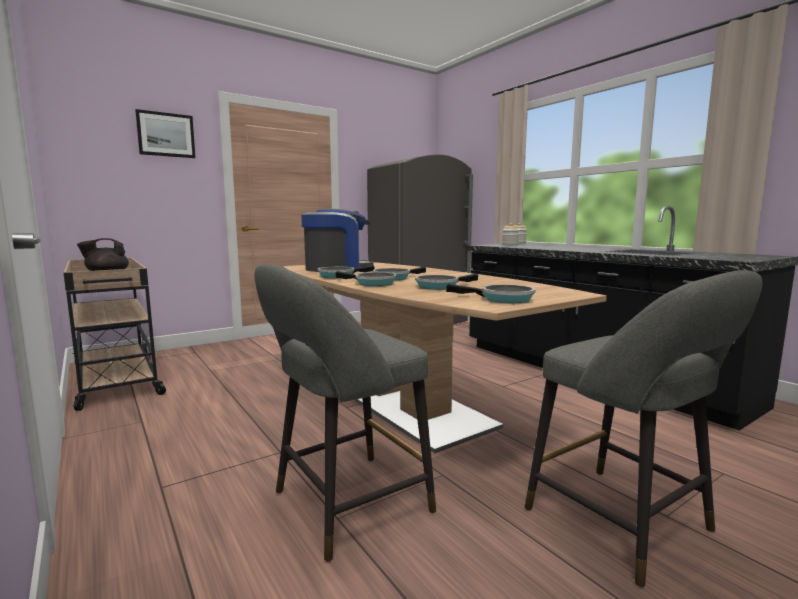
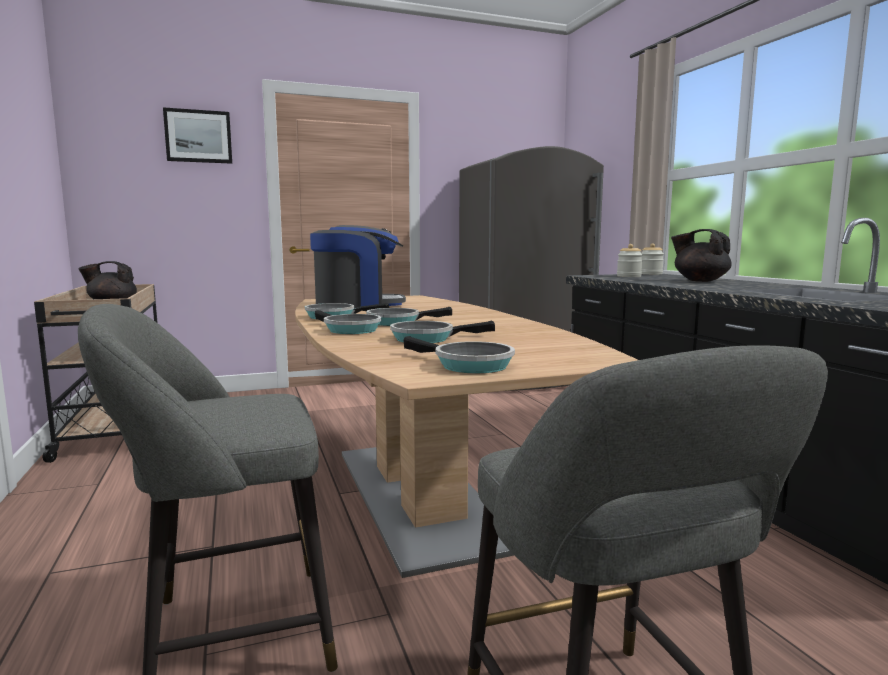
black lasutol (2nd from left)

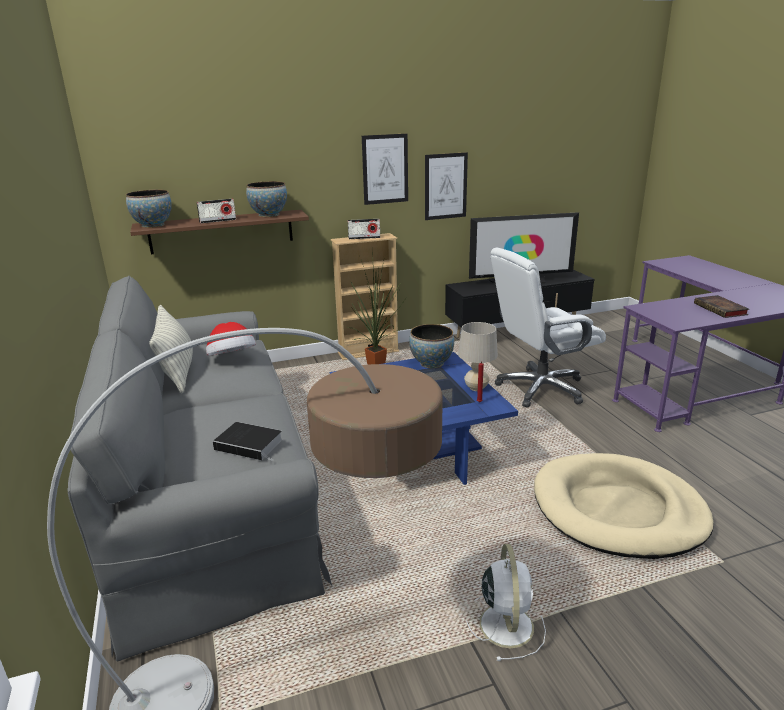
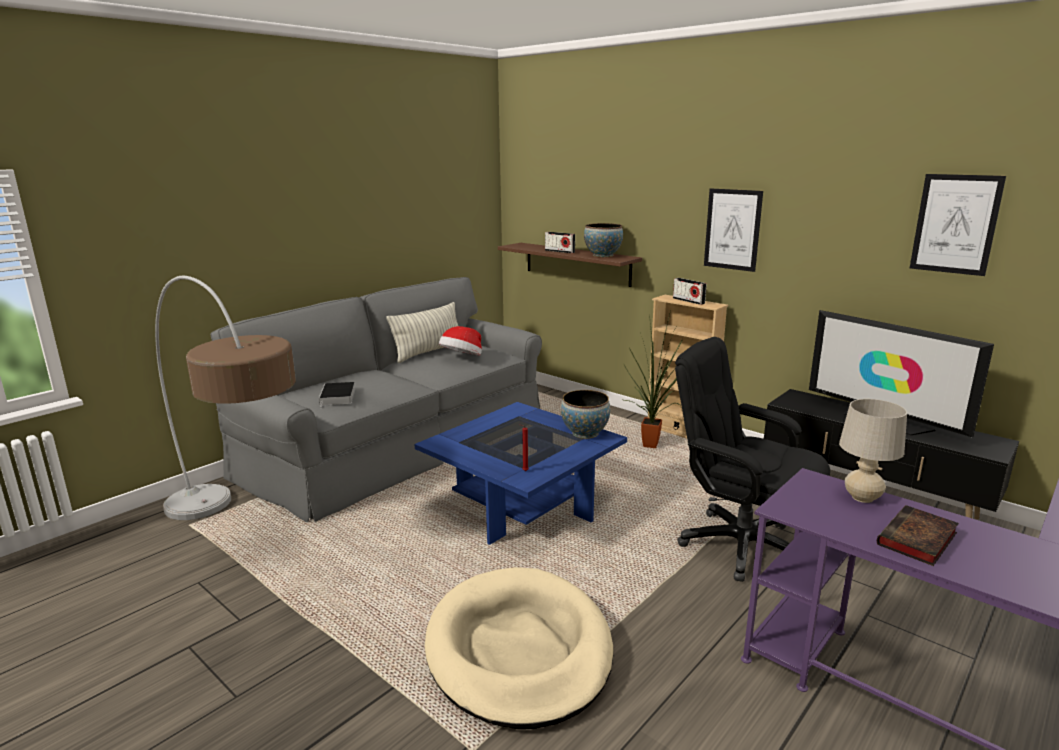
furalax (1st from left in the first image)
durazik (2nd from left)
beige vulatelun
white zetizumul
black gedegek

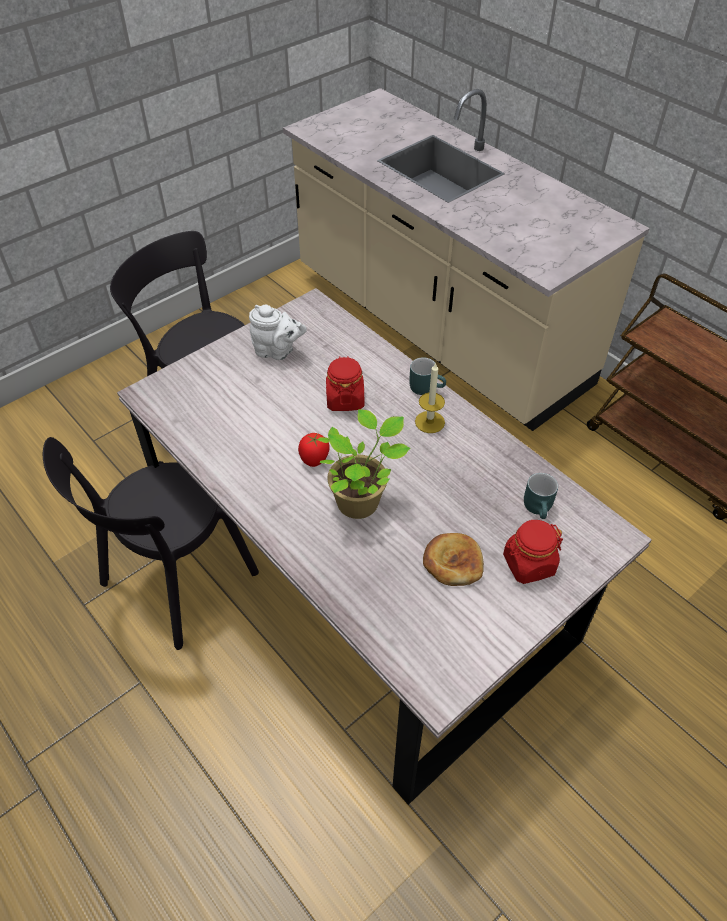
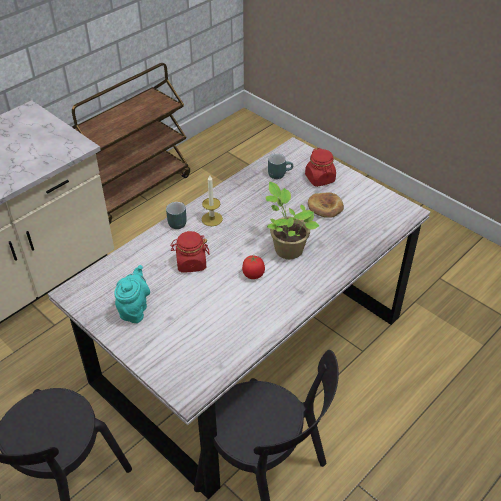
turquoise lasutol

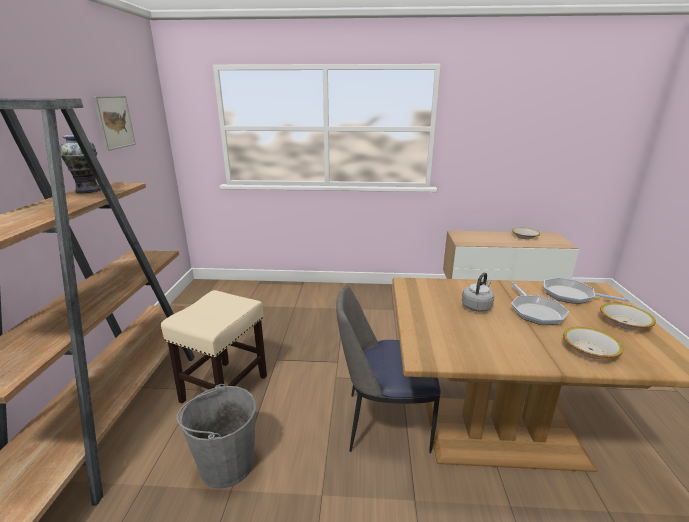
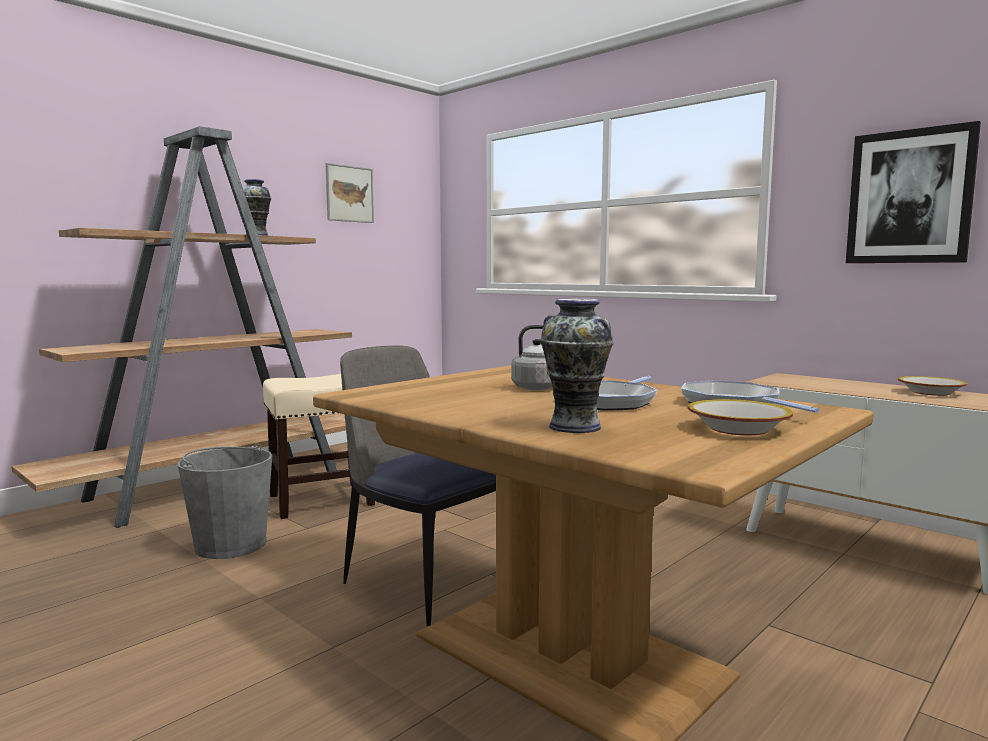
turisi (2nd from left)
durazik (2nd from left)

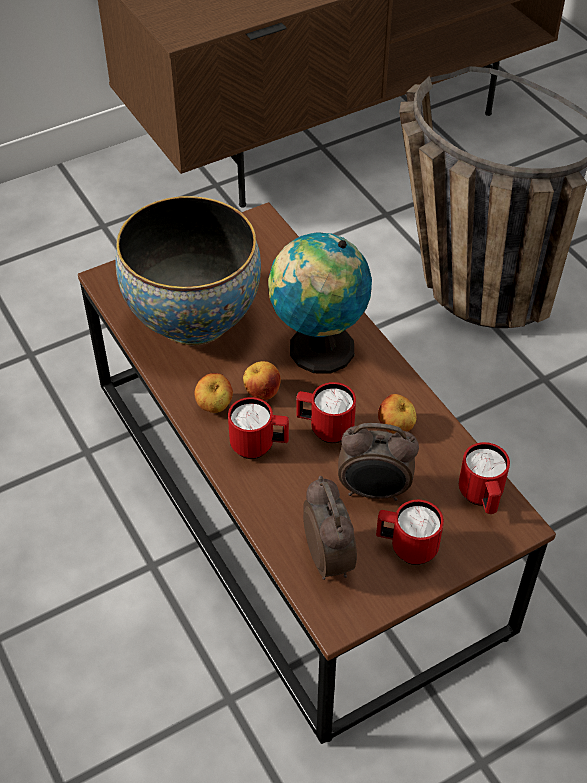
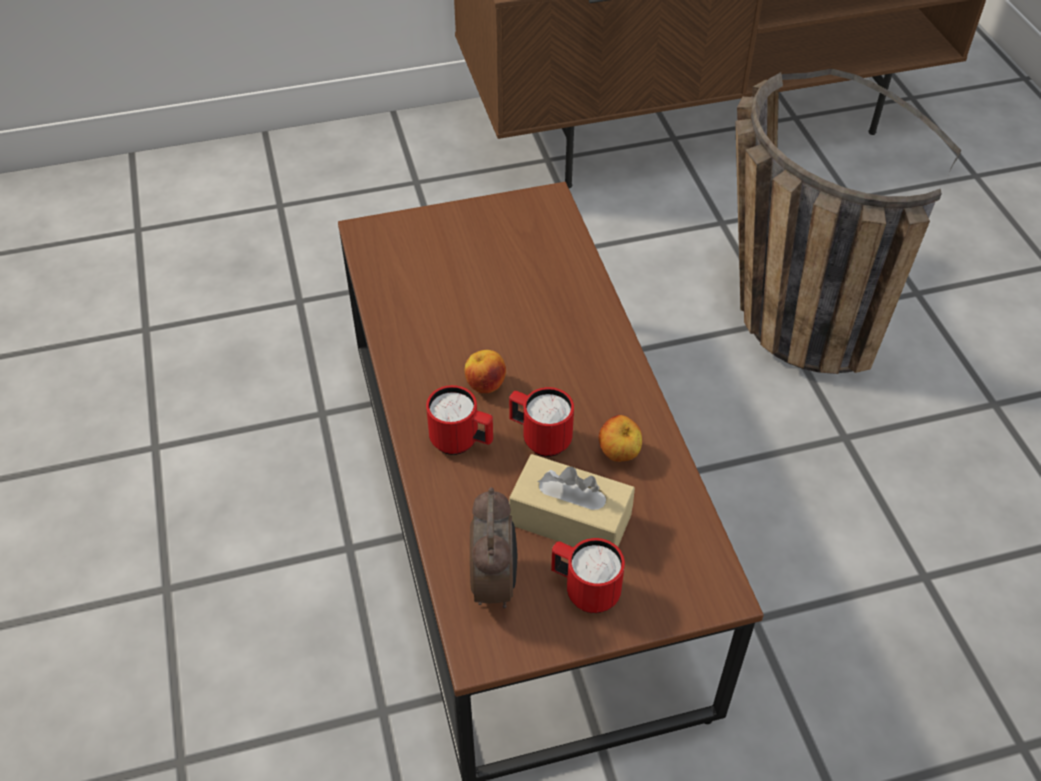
furalax
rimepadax (1st from left in the first image)
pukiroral
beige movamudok
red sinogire (4th from left in the first image)

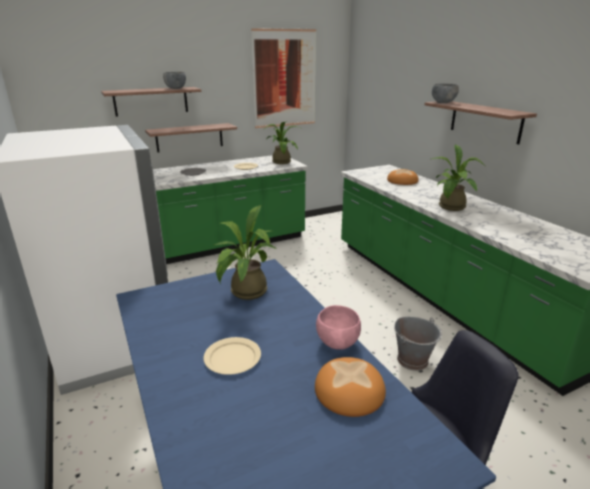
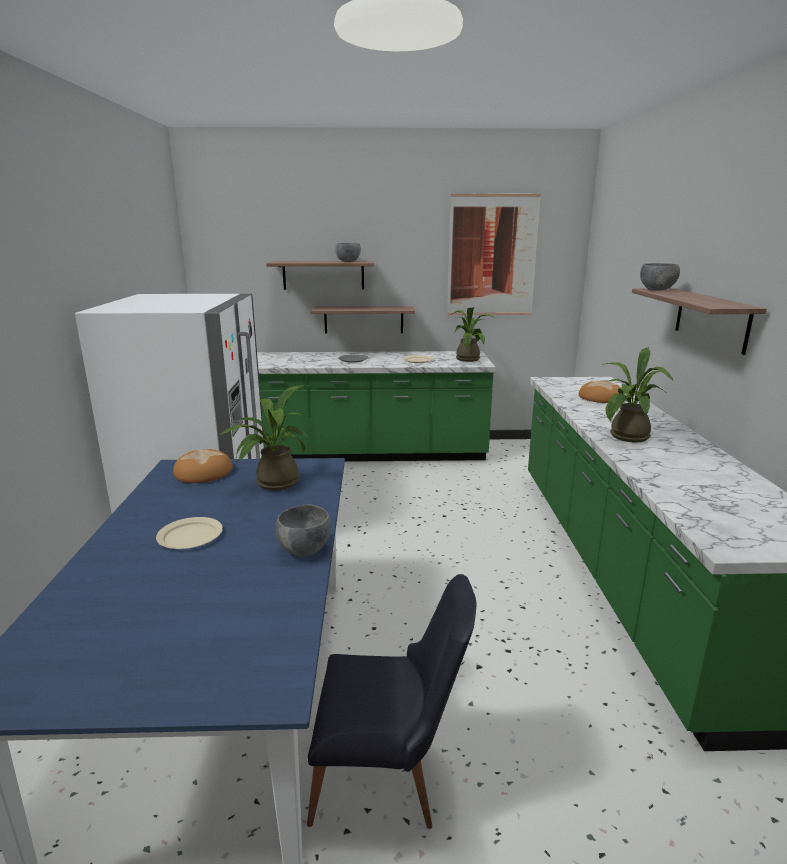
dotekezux (1st from left)
grey furalax (1st from left)
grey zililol

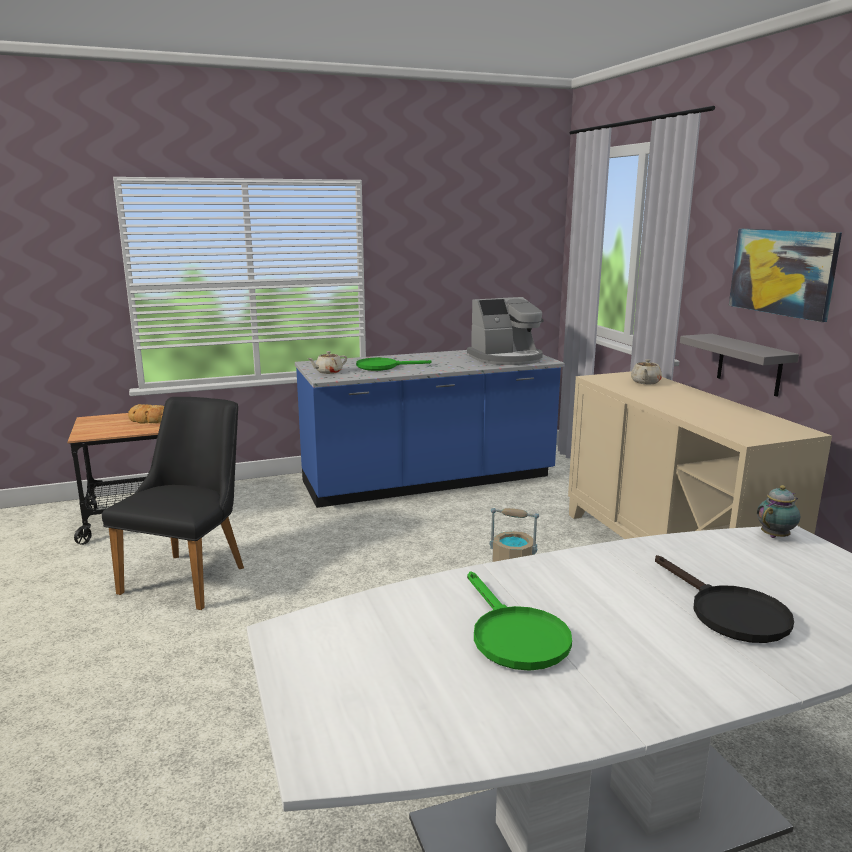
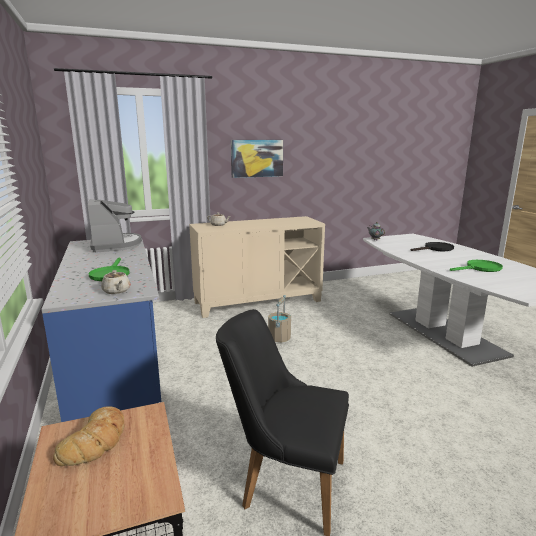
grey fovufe

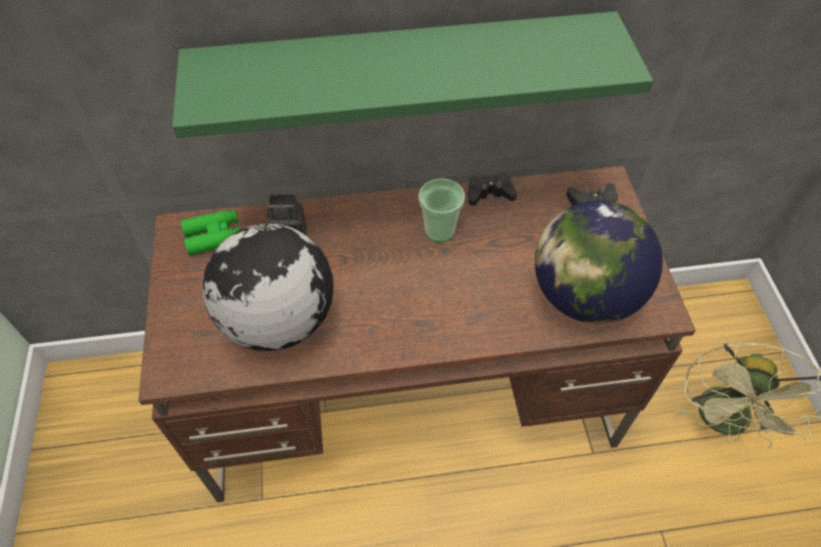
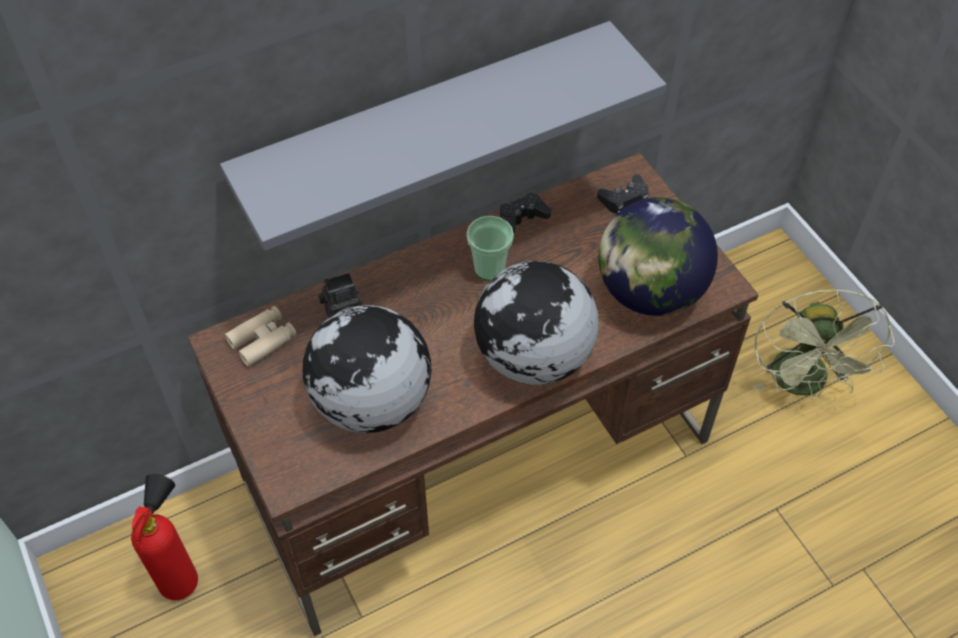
grey fovufe
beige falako
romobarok
pukiroral (2nd from left)

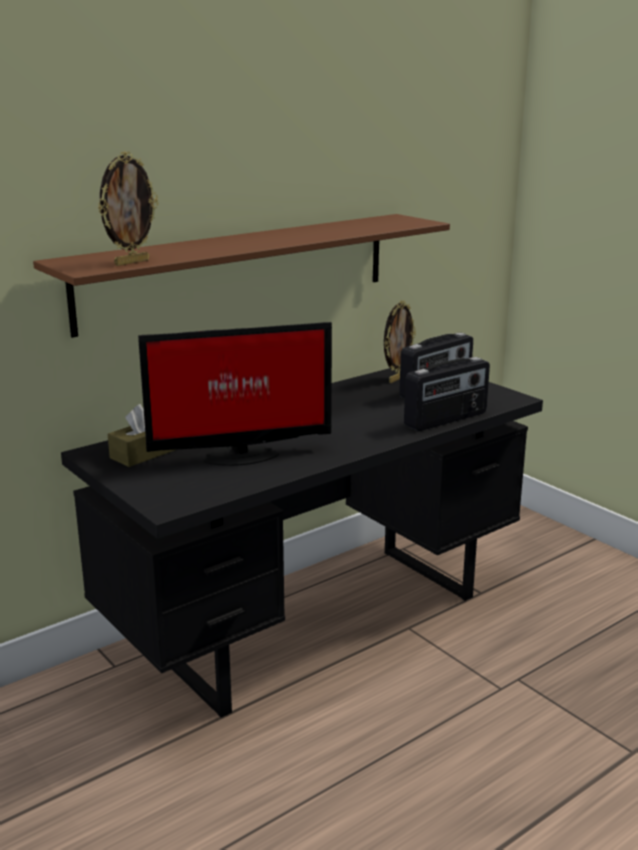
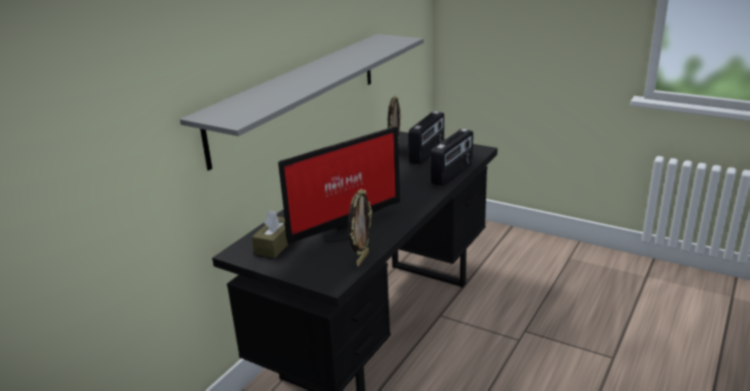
grey fovufe
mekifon (1st from left)

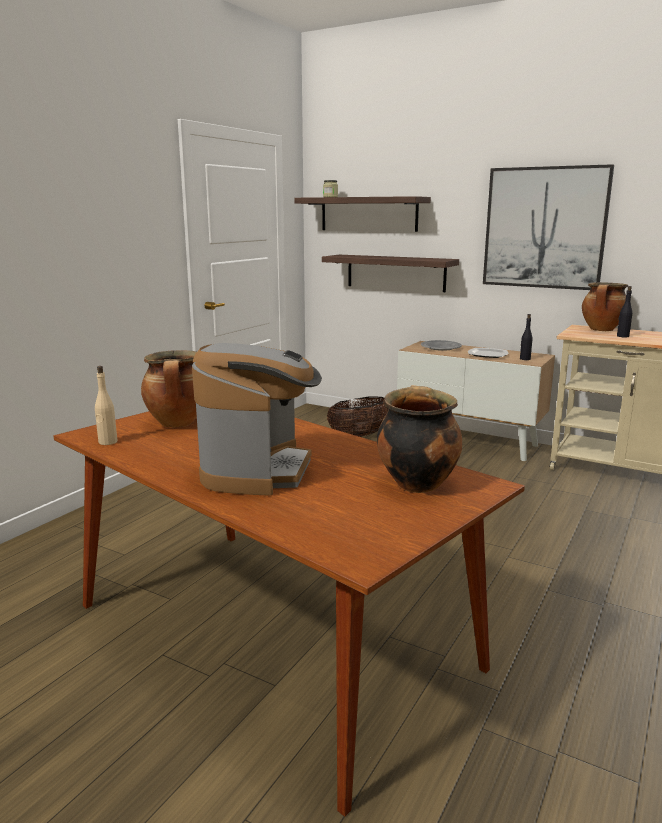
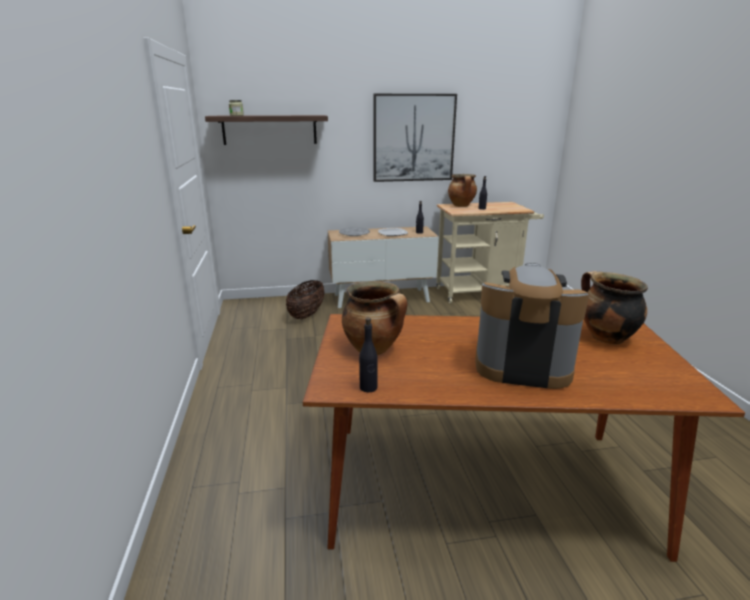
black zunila (1st from left)
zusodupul
fovufe (2nd from left in the first image)

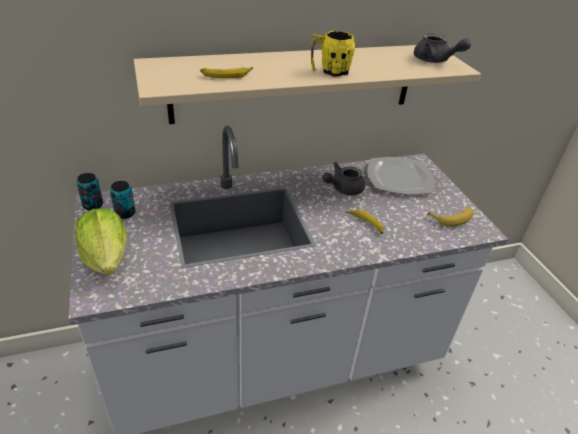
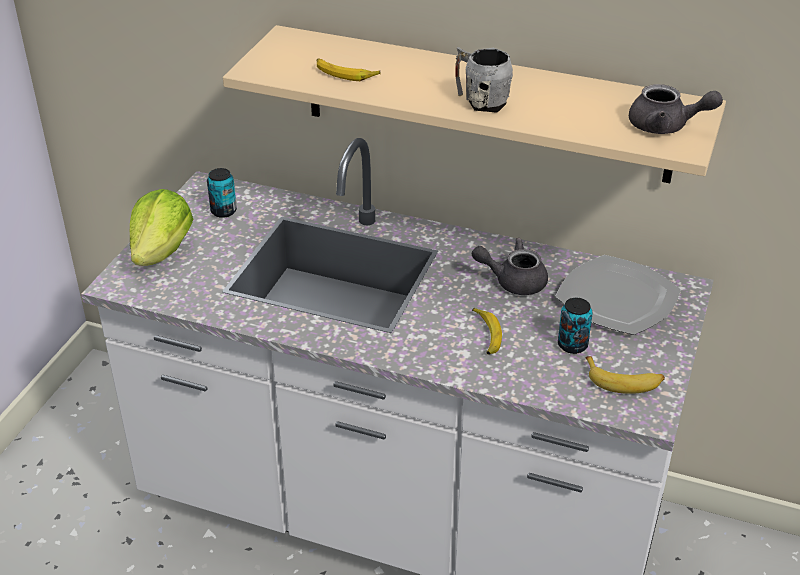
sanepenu (2nd from left)
grey sinogire
grey lasutol (2nd from left)

